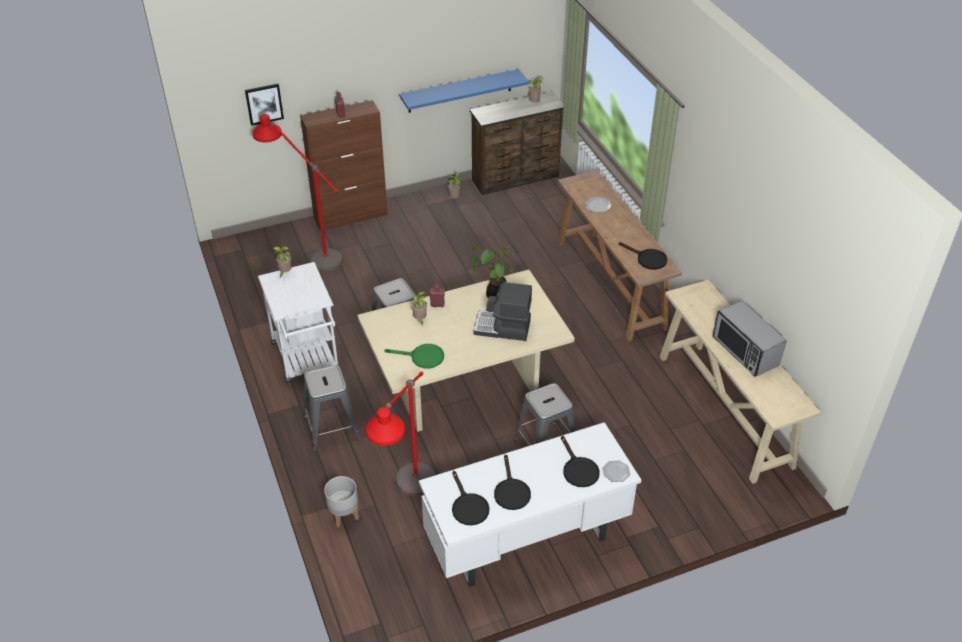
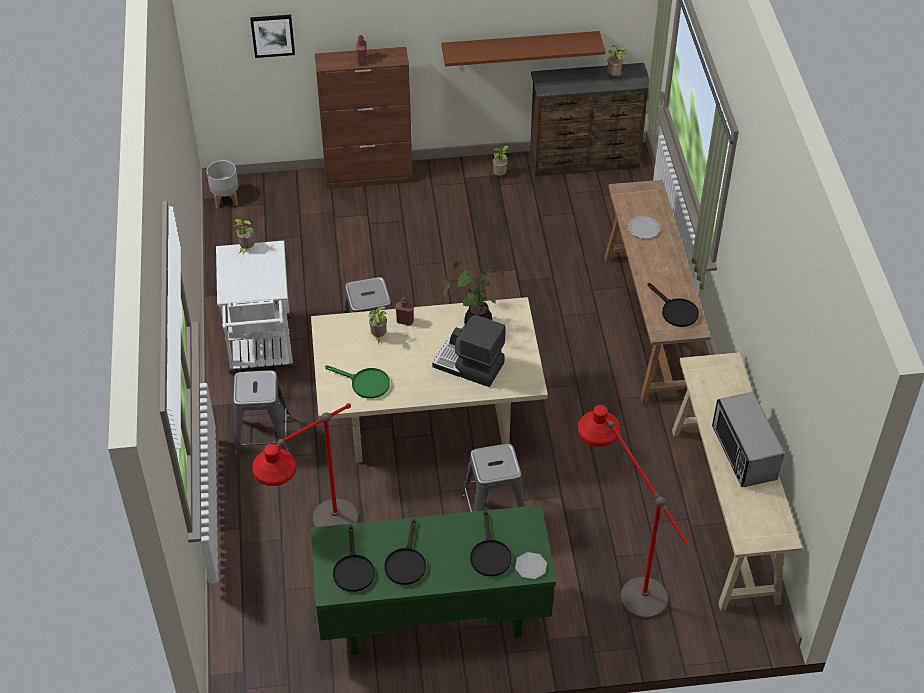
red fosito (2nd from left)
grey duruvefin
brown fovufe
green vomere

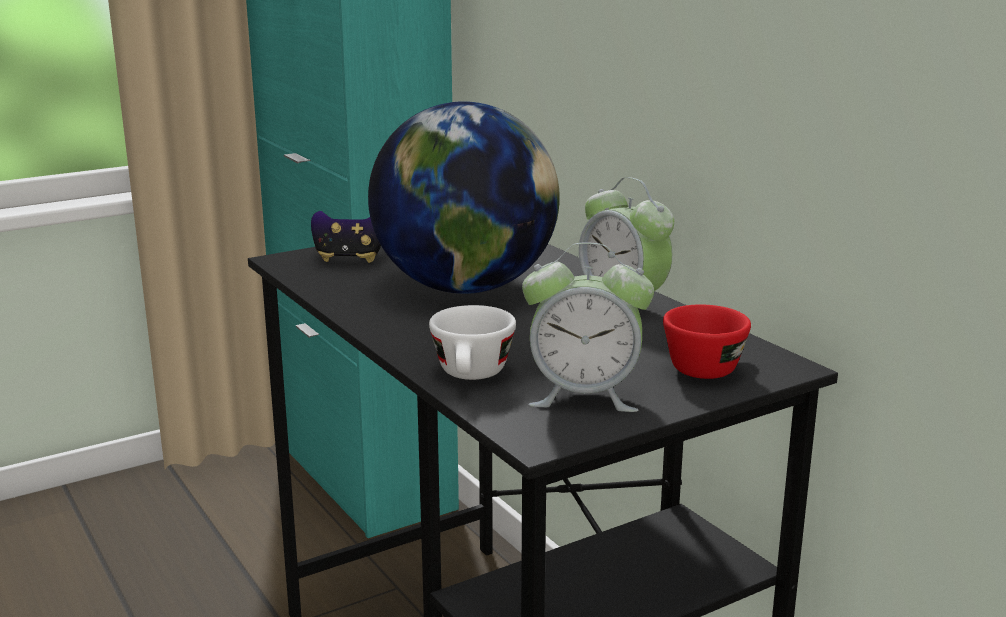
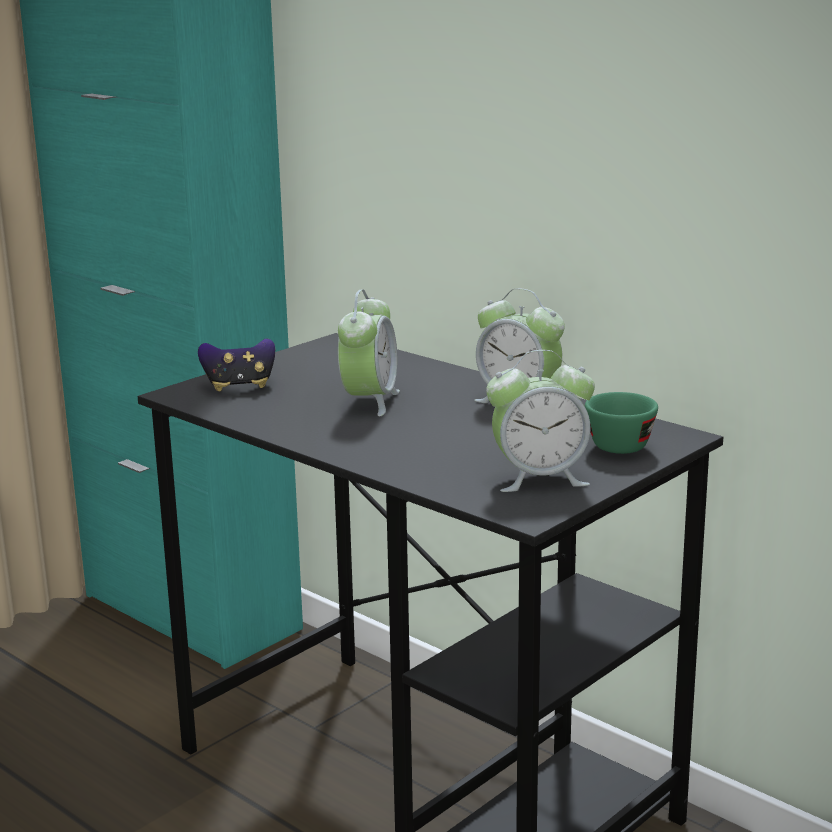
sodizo (1st from left)
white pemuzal
green pemuzal

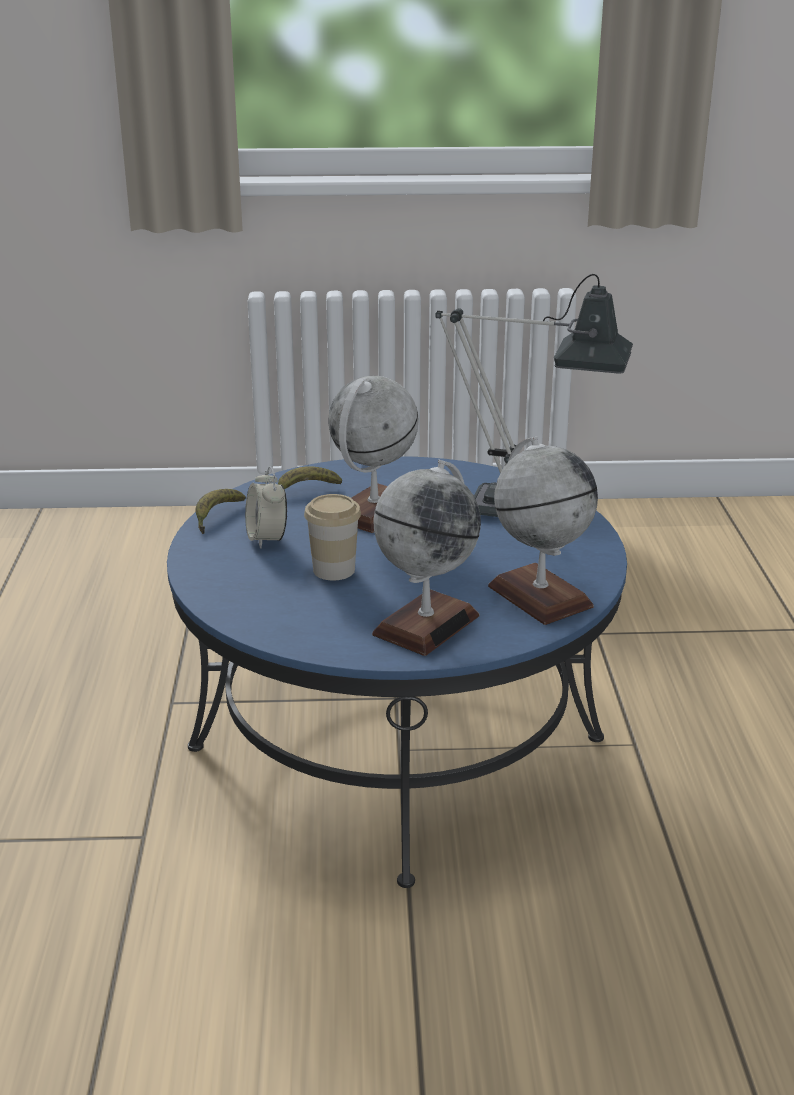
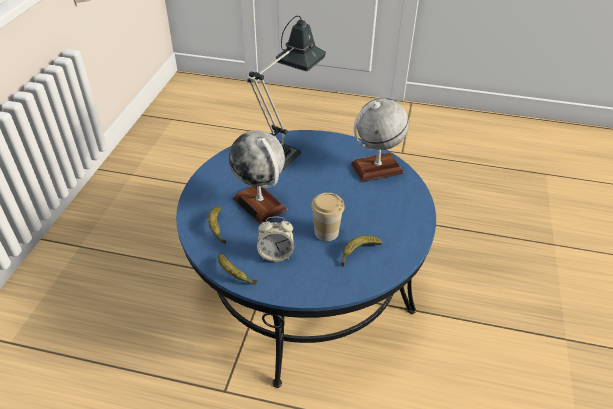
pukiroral (2nd from left in the first image)
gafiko (3rd from left)

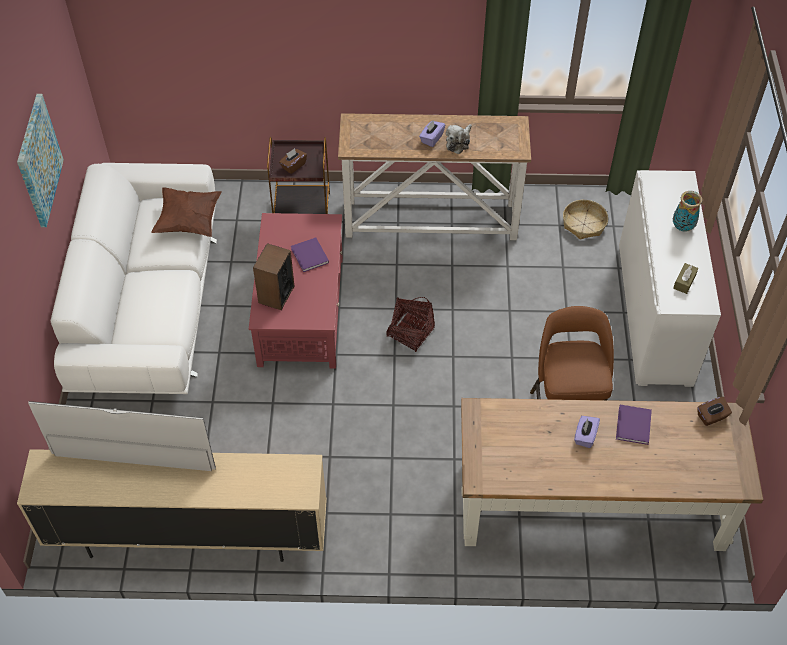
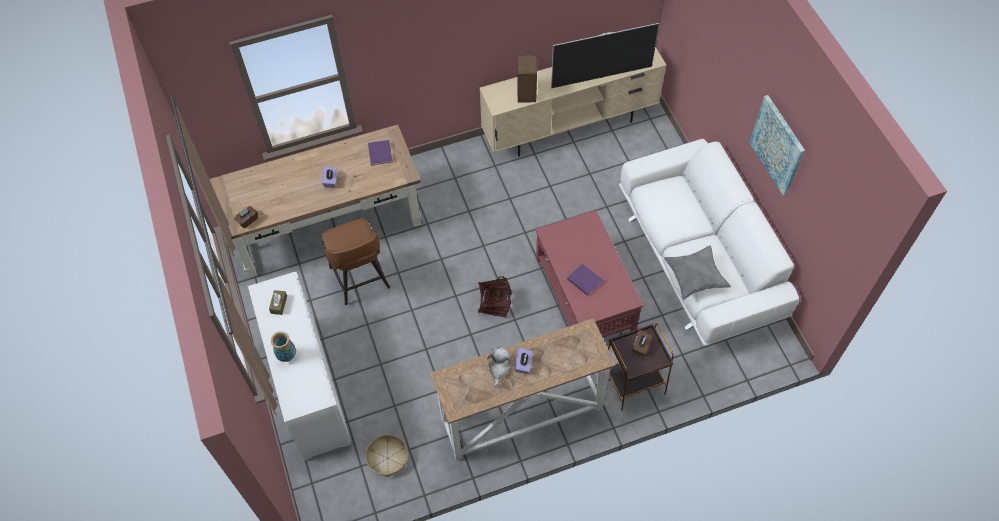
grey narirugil
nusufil
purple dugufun (1st from left)

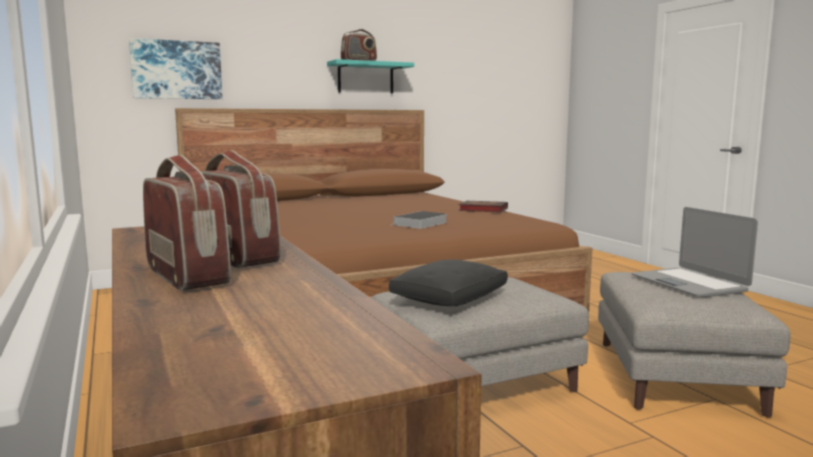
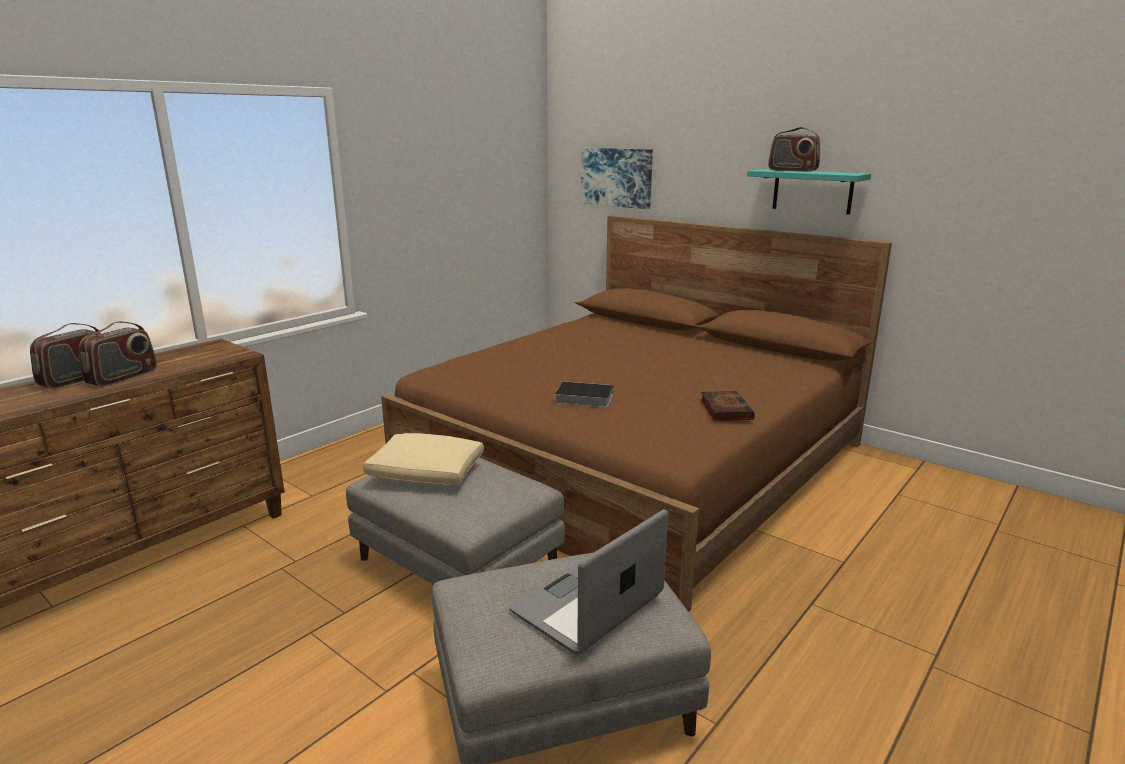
beige narirugil

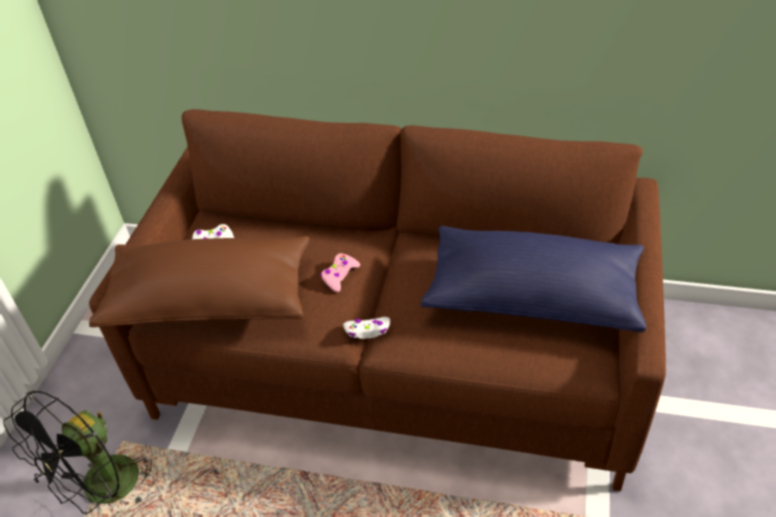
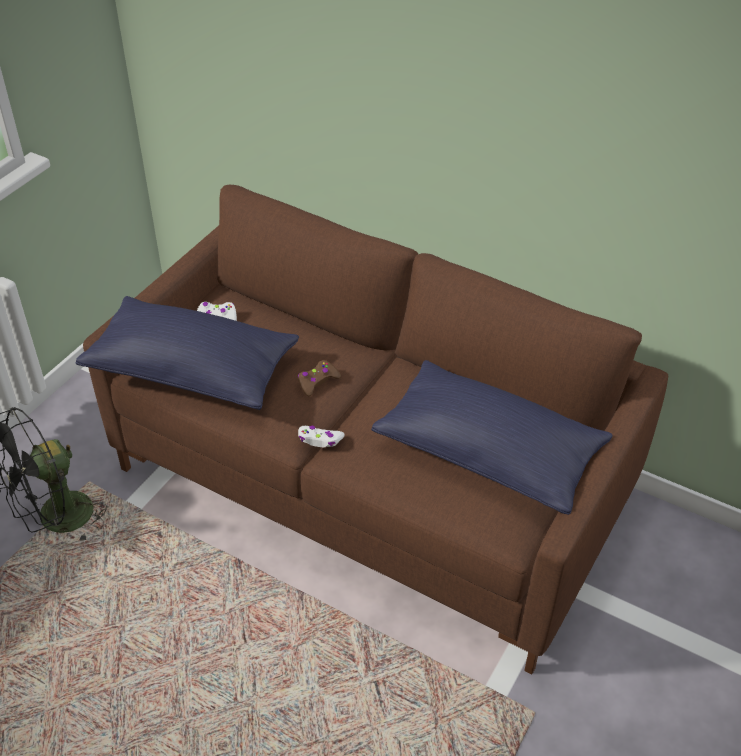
blue narirugil (1st from left)
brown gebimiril

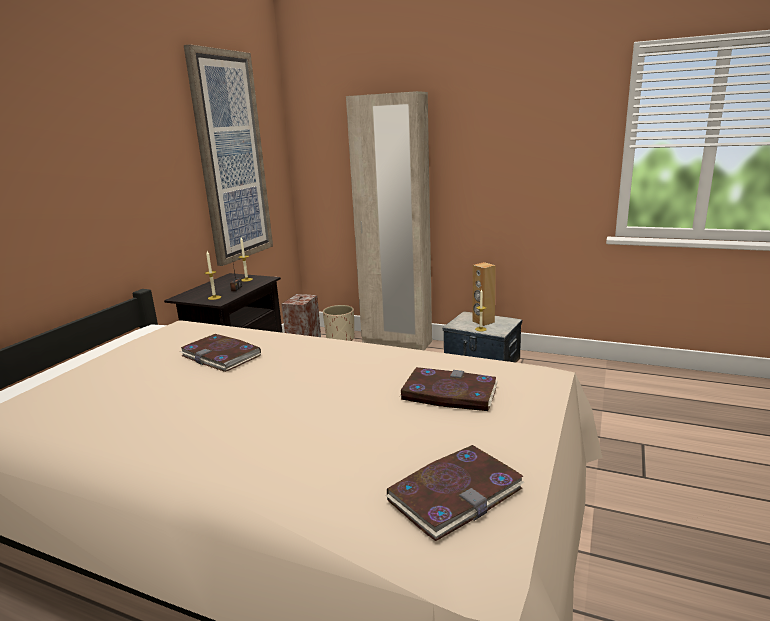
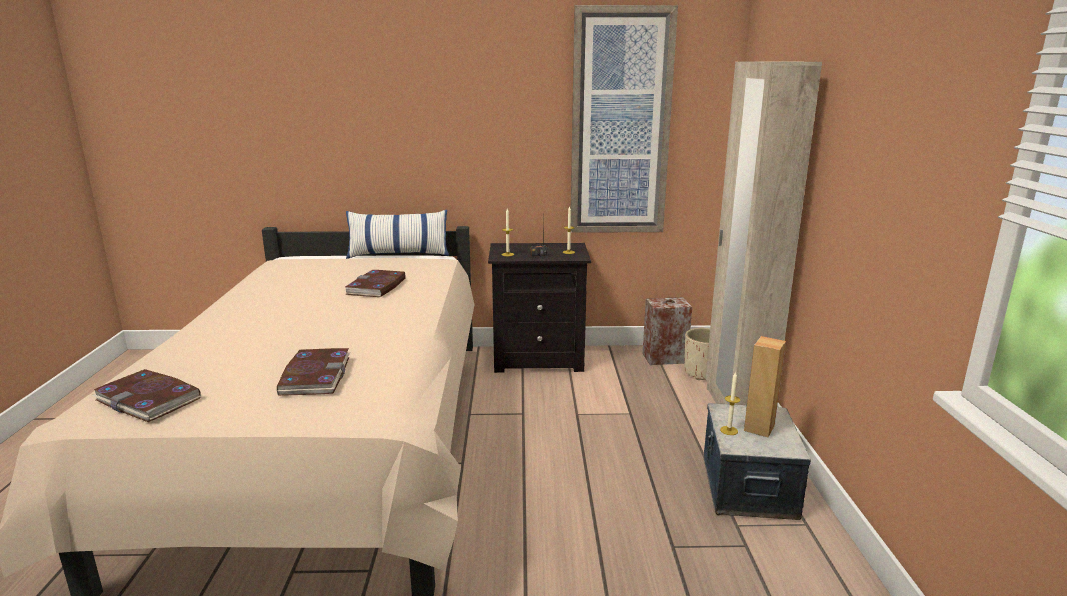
narirugil

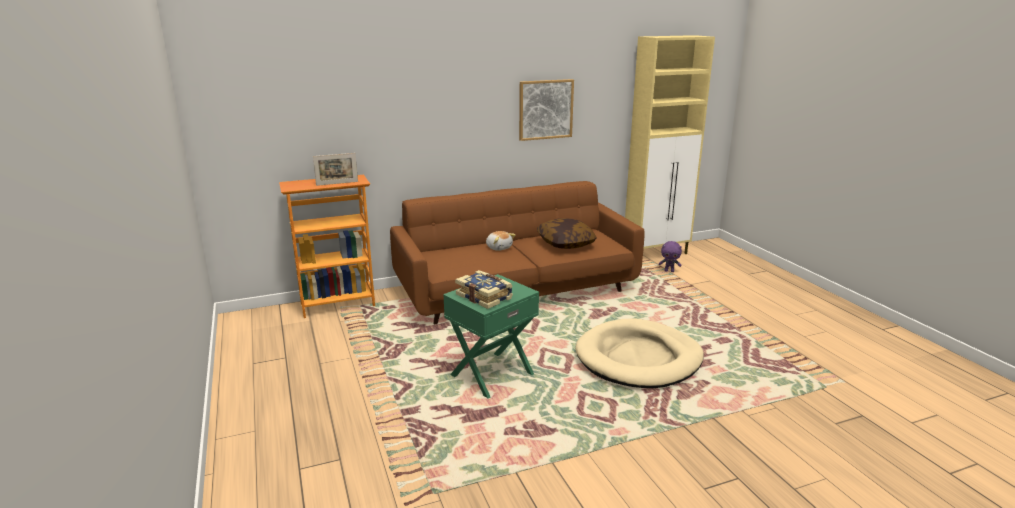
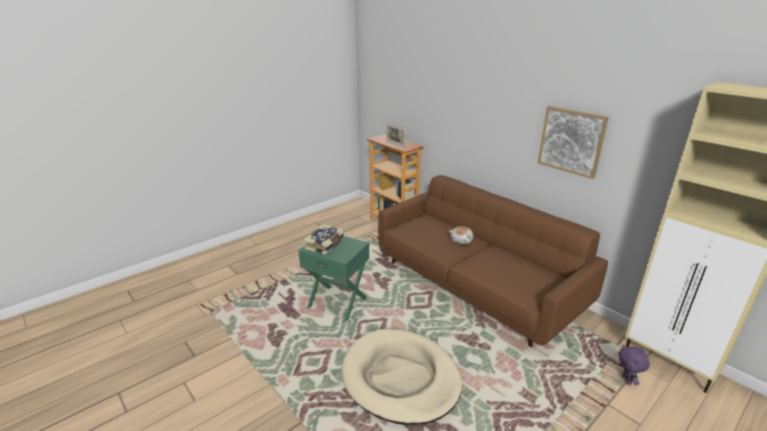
narirugil

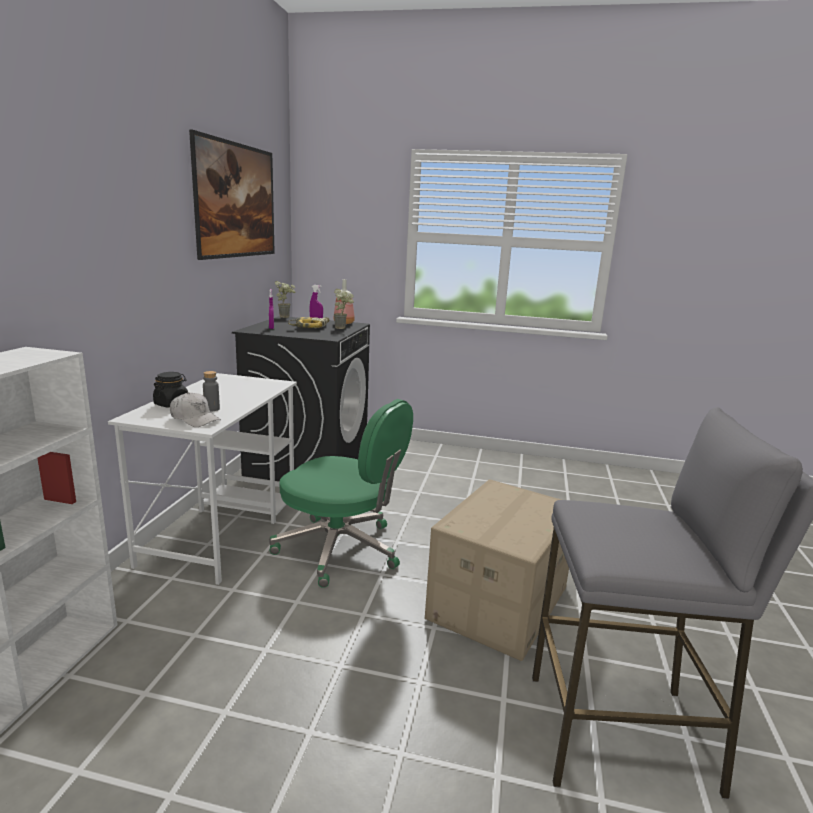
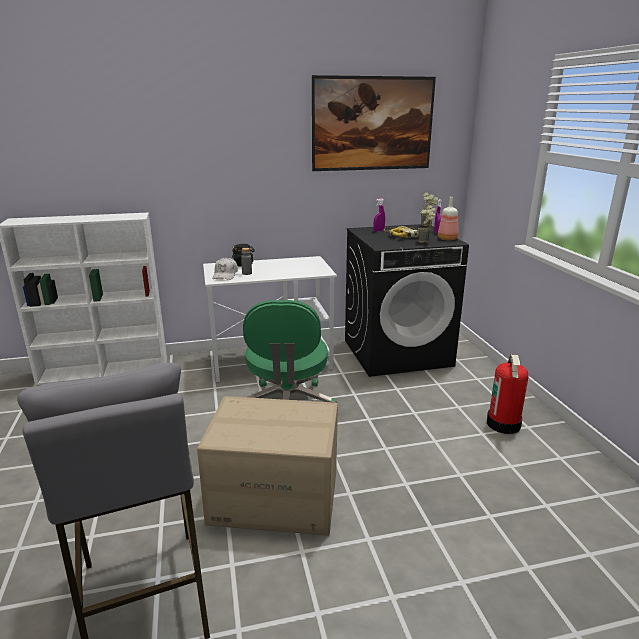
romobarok

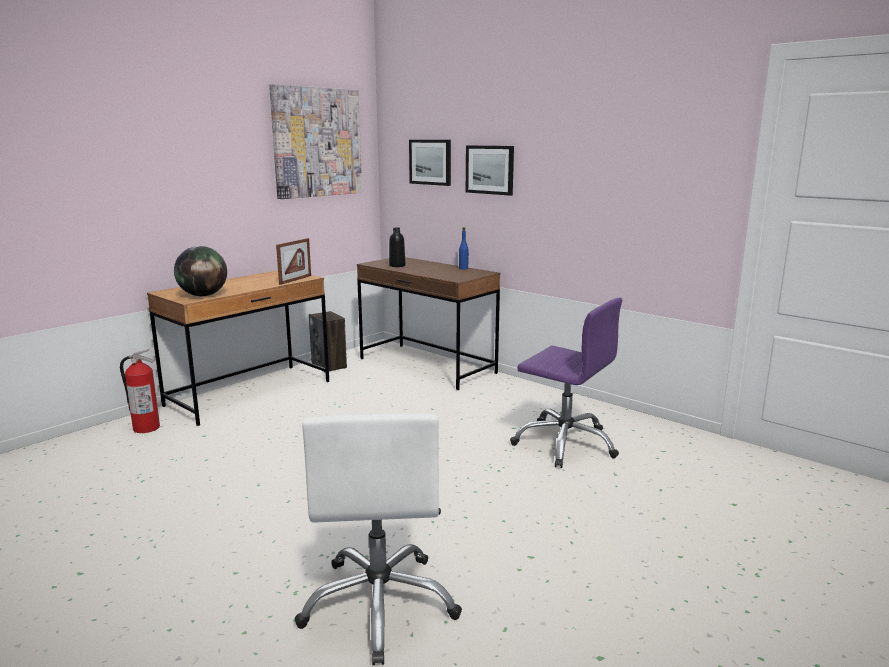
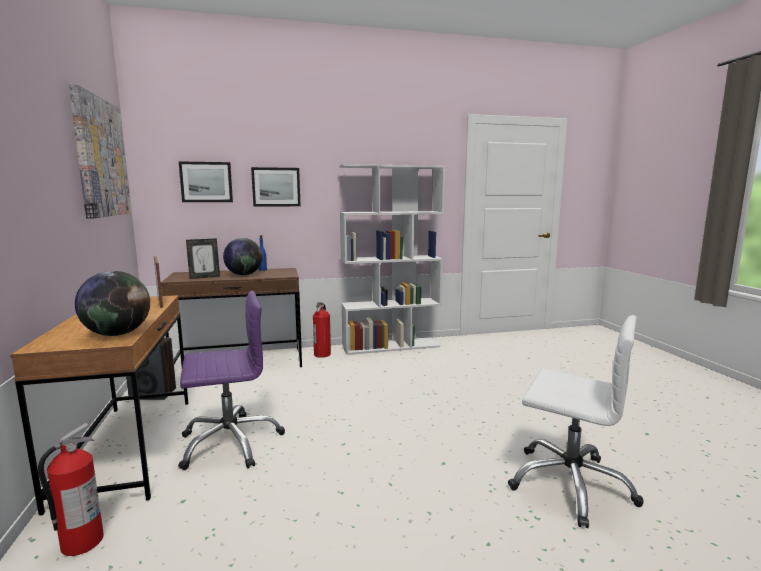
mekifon (2nd from left)
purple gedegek
pukiroral (2nd from left)
romobarok (2nd from left)
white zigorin

